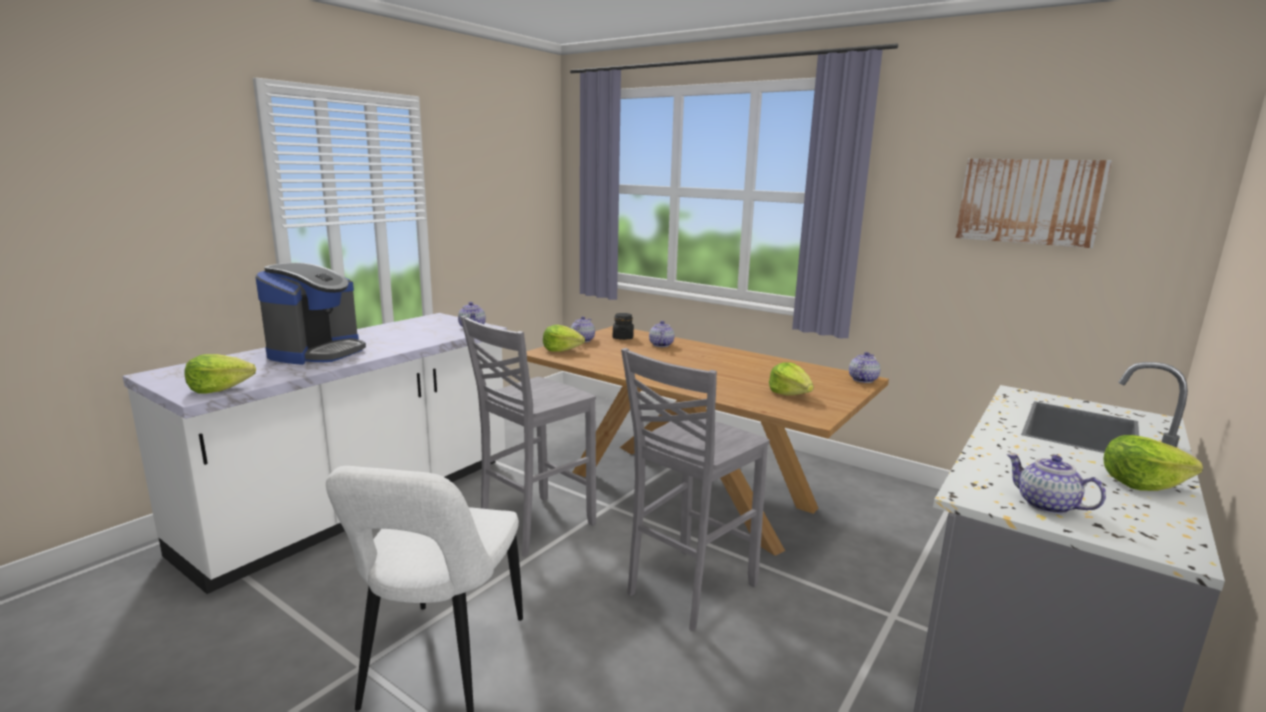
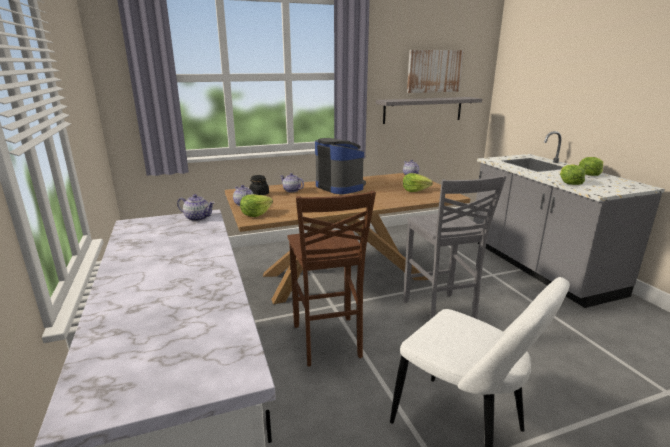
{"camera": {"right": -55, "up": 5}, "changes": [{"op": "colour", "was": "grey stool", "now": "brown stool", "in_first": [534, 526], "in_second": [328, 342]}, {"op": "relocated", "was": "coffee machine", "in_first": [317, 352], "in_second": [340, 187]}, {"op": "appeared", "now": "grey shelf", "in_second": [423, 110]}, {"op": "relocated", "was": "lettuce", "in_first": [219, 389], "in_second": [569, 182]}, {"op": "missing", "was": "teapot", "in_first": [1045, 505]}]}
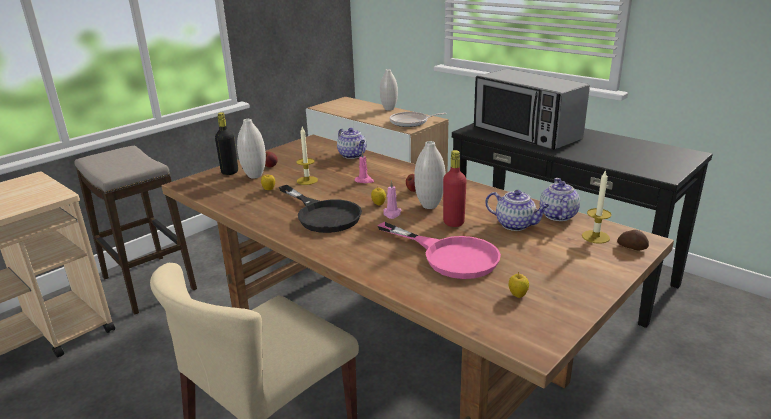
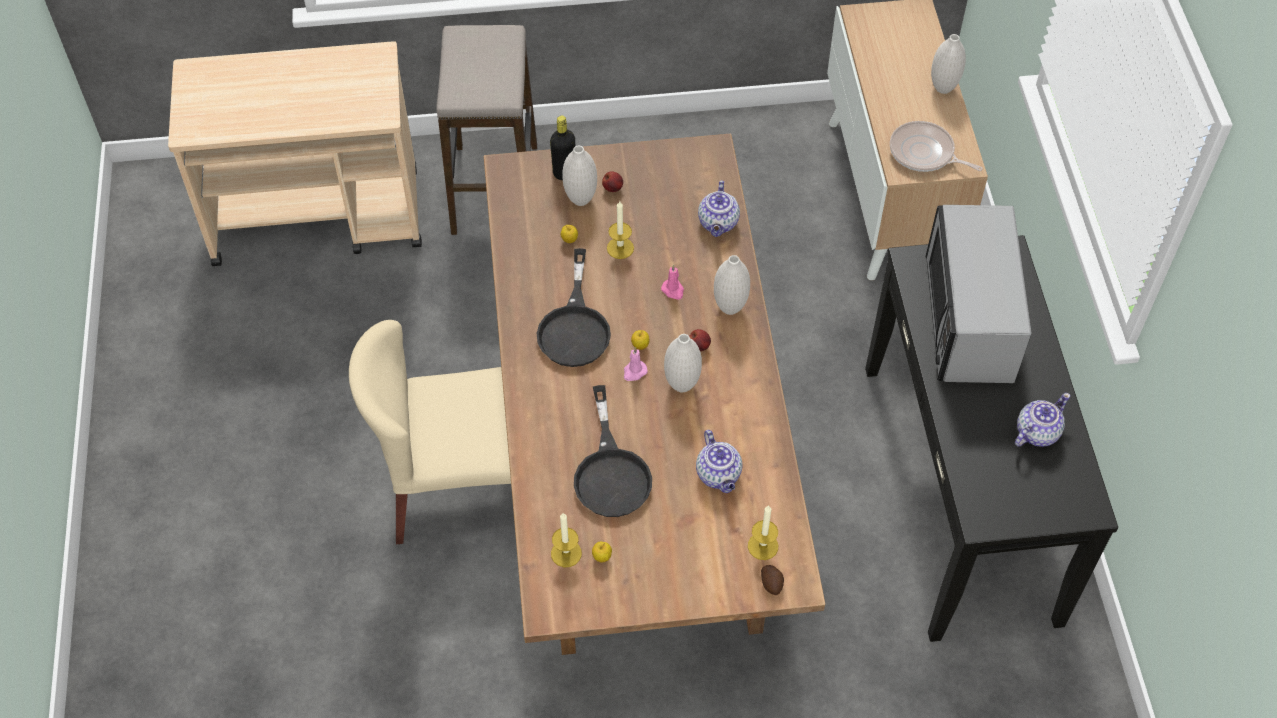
{"camera": {"right": 40, "up": 30}, "changes": [{"op": "appeared", "now": "candle", "in_second": [566, 553]}, {"op": "colour", "was": "pink frying pan", "now": "black frying pan", "in_first": [450, 255], "in_second": [611, 472]}, {"op": "appeared", "now": "white vase", "in_second": [730, 308]}, {"op": "relocated", "was": "teapot", "in_first": [557, 215], "in_second": [1036, 432]}, {"op": "missing", "was": "red bottle", "in_first": [453, 222]}]}
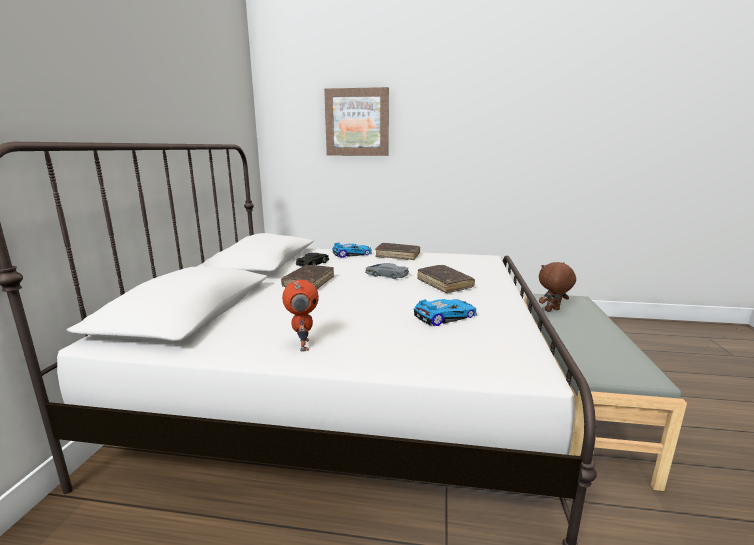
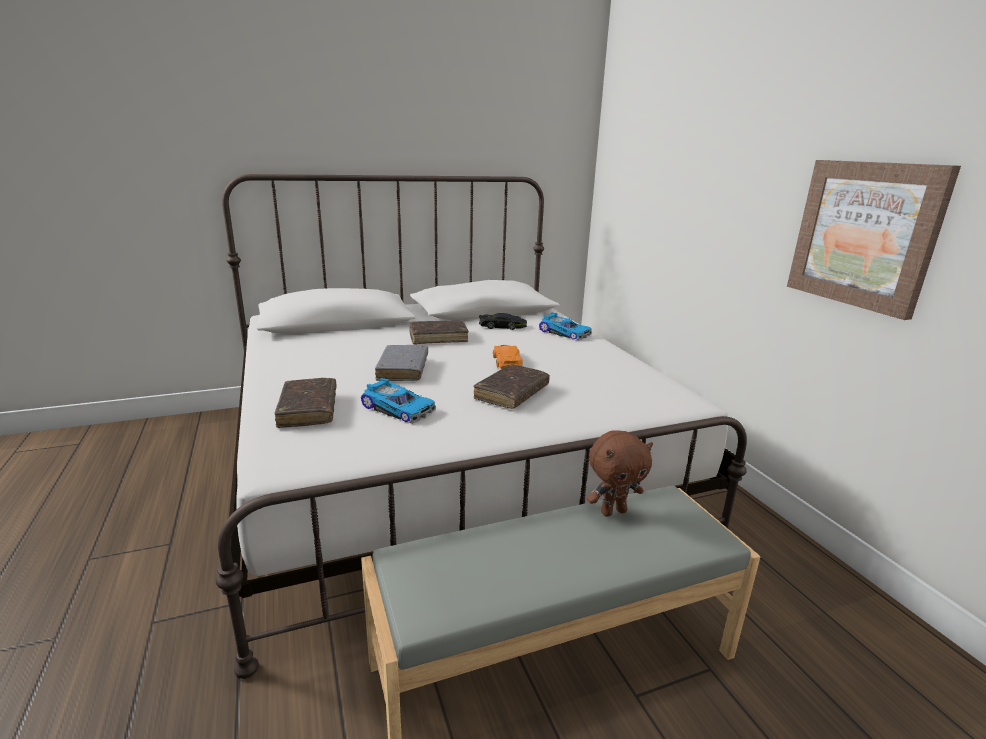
{"camera": {"right": 60, "up": 5}, "changes": [{"op": "relocated", "was": "brown book", "in_first": [397, 256], "in_second": [308, 410]}, {"op": "appeared", "now": "grey book", "in_second": [403, 370]}, {"op": "colour", "was": "grey toy car", "now": "orange toy car", "in_first": [386, 275], "in_second": [507, 361]}, {"op": "spun", "was": "brown plush toy", "in_first": [552, 310], "in_second": [613, 511], "clockwise": 120}, {"op": "relocated", "was": "picture", "in_first": [357, 122], "in_second": [864, 235]}, {"op": "missing", "was": "toy robot", "in_first": [302, 345]}]}
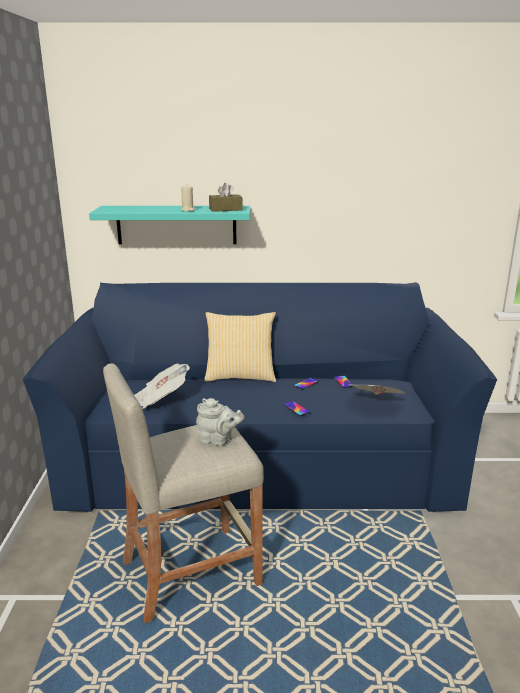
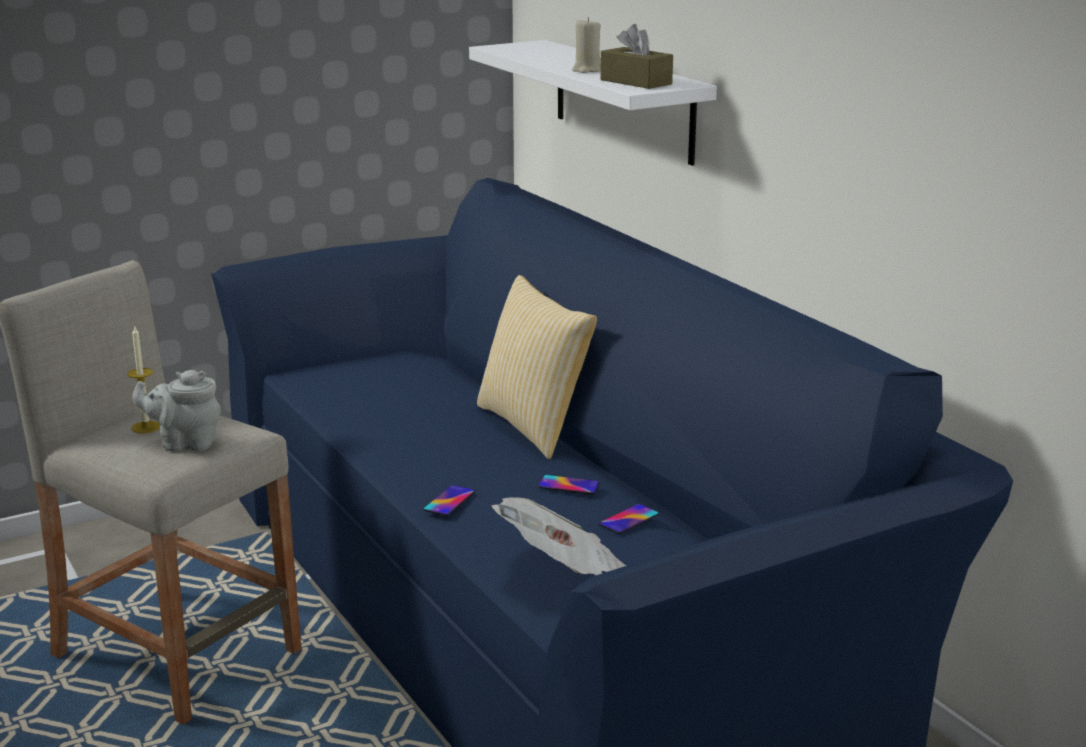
{"camera": {"right": 60, "up": 0}, "changes": [{"op": "appeared", "now": "candle", "in_second": [146, 427]}, {"op": "spun", "was": "grey teapot", "in_first": [218, 440], "in_second": [185, 443], "clockwise": 105}, {"op": "colour", "was": "turquoise shelf", "now": "white shelf", "in_first": [176, 225], "in_second": [623, 100]}, {"op": "missing", "was": "newspaper", "in_first": [160, 399]}]}
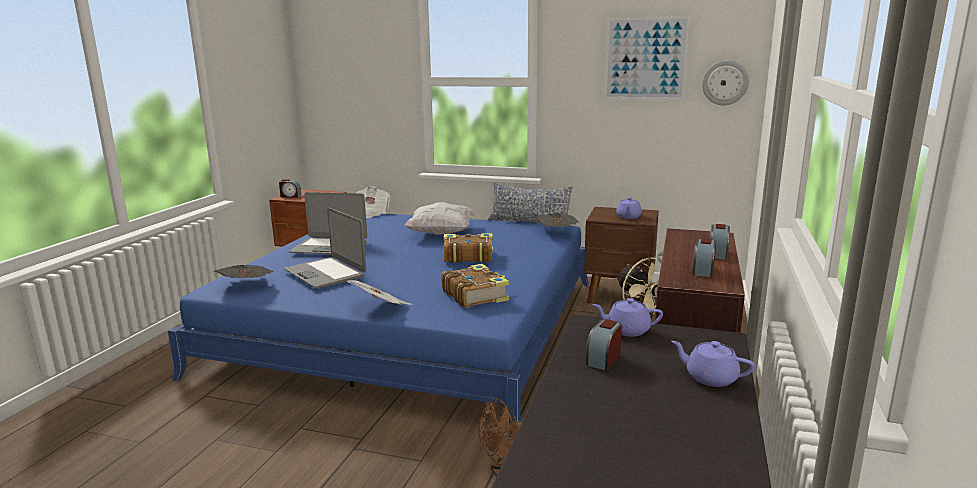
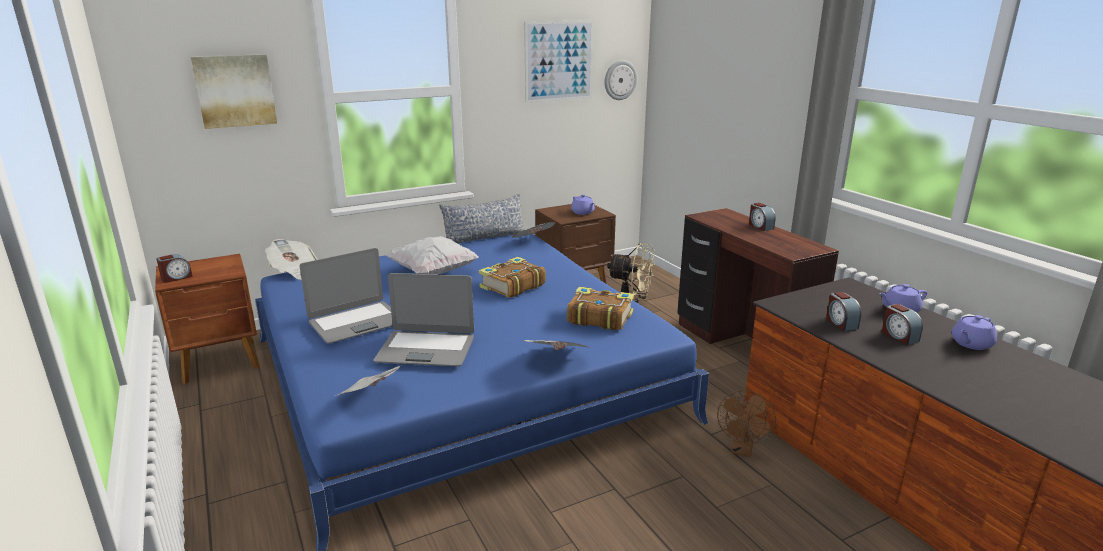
{"camera": {"right": -45, "up": 5}, "changes": [{"op": "appeared", "now": "picture", "in_second": [235, 91]}, {"op": "relocated", "was": "alarm clock", "in_first": [703, 270], "in_second": [899, 336]}, {"op": "relocated", "was": "purple teapot", "in_first": [627, 330], "in_second": [971, 344]}]}
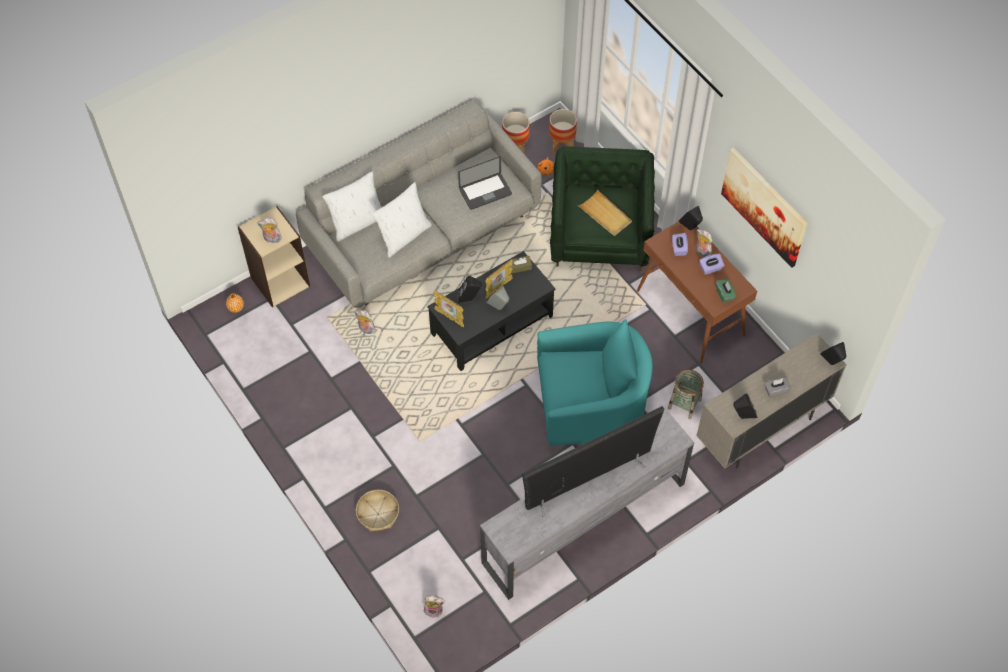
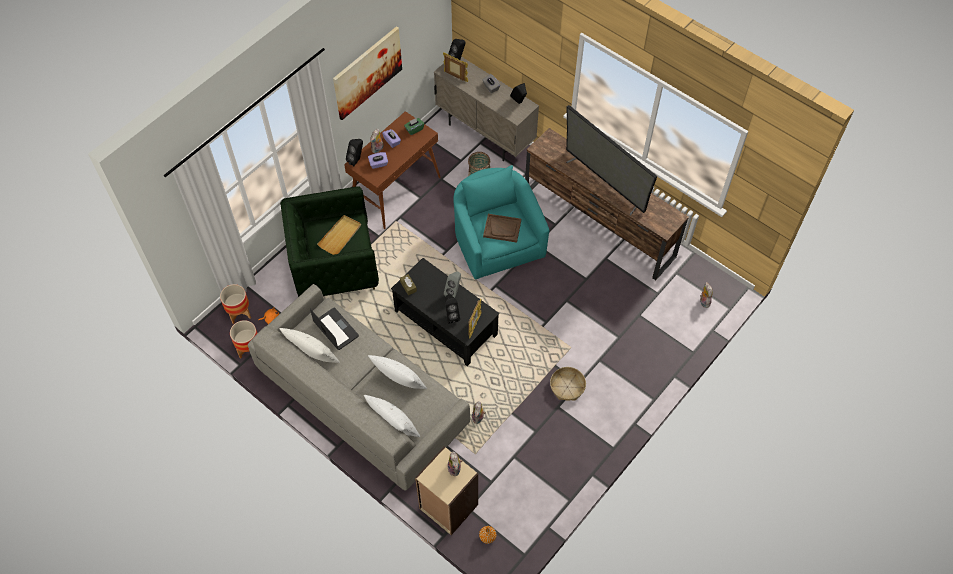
{"camera": {"right": -105, "up": 0}, "changes": [{"op": "appeared", "now": "white pillow", "in_second": [313, 356]}, {"op": "relocated", "was": "picture frame", "in_first": [498, 288], "in_second": [455, 77]}, {"op": "appeared", "now": "brown tray", "in_second": [502, 228]}, {"op": "colour", "was": "grey tv stand", "now": "brown tv stand", "in_first": [583, 523], "in_second": [599, 224]}, {"op": "relocated", "was": "basket", "in_first": [378, 514], "in_second": [567, 387]}]}
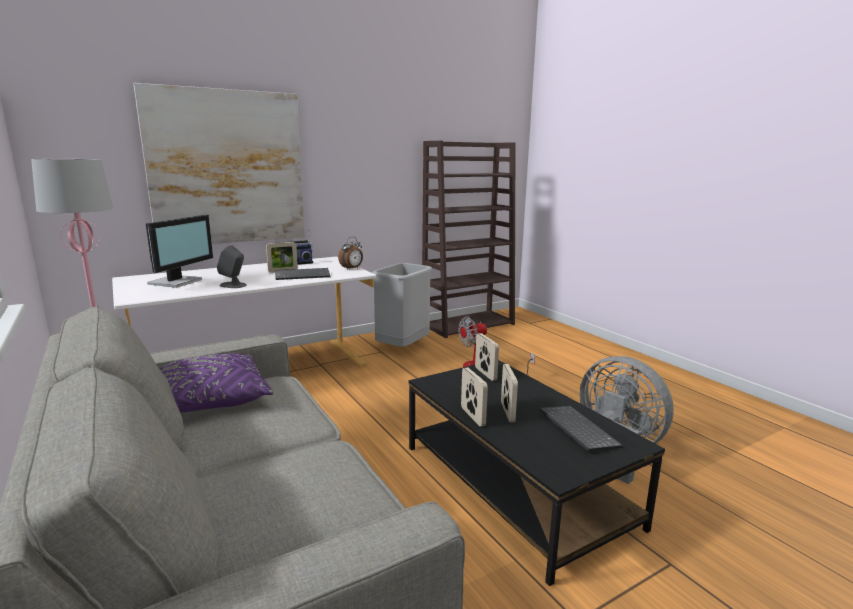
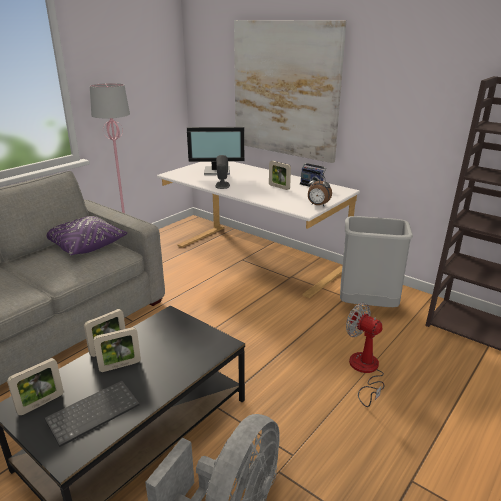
{"camera": {"right": 70, "up": 10}, "changes": [{"op": "relocated", "was": "picture frame", "in_first": [485, 374], "in_second": [41, 403]}, {"op": "missing", "was": "keyboard", "in_first": [303, 275]}]}
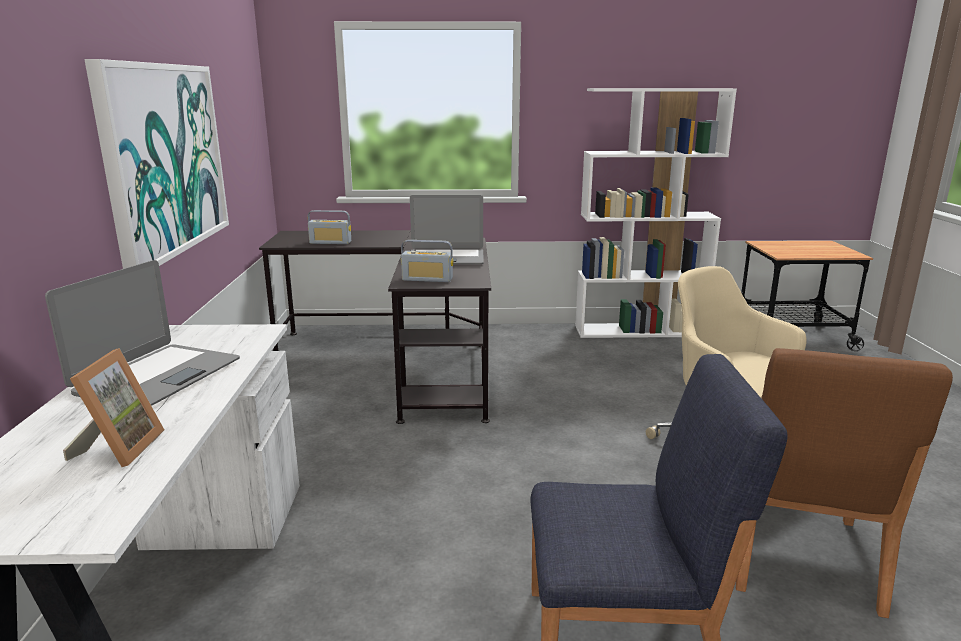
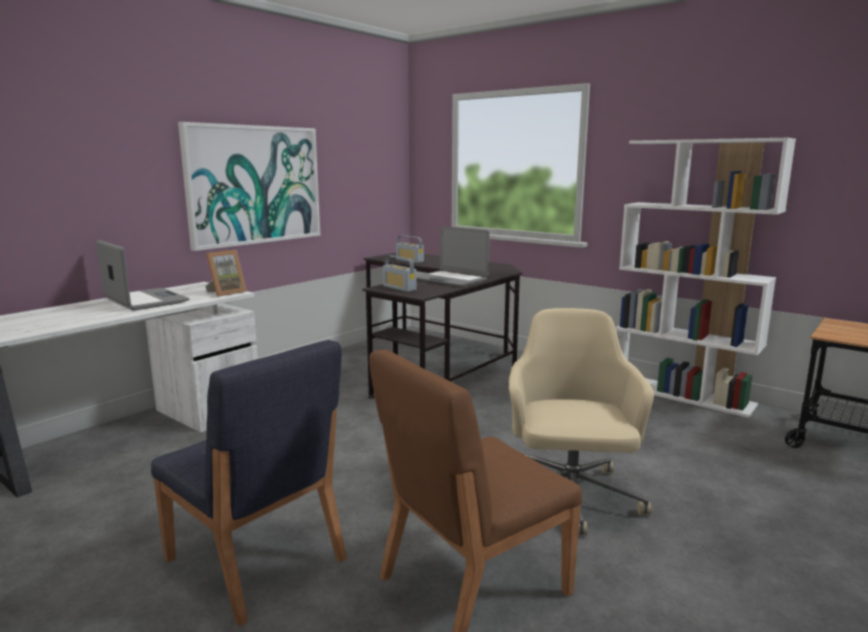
{"camera": {"right": 40, "up": -5}, "changes": [{"op": "spun", "was": "laptop", "in_first": [157, 377], "in_second": [145, 300], "clockwise": -105}, {"op": "relocated", "was": "picture frame", "in_first": [119, 448], "in_second": [226, 292]}]}
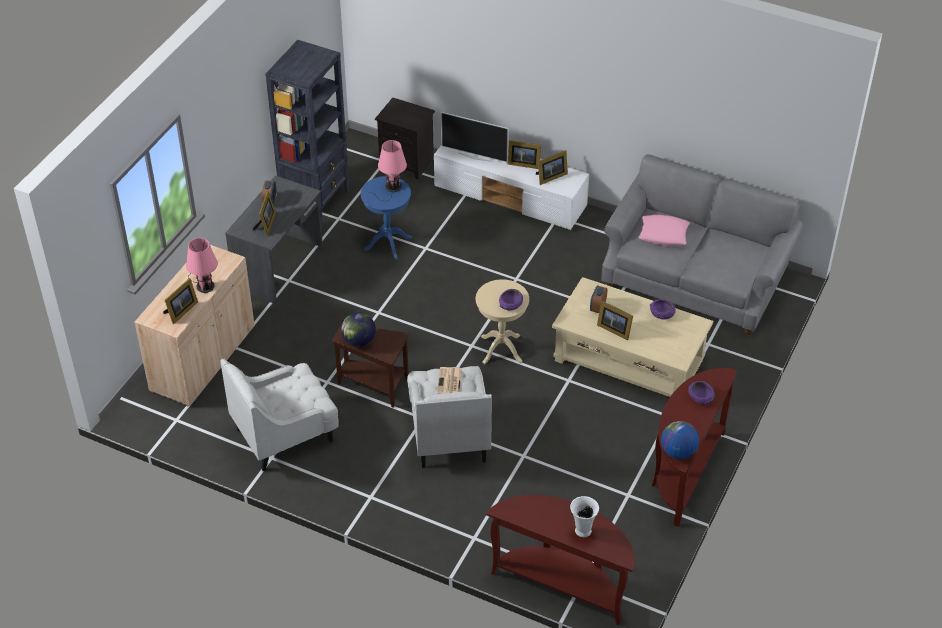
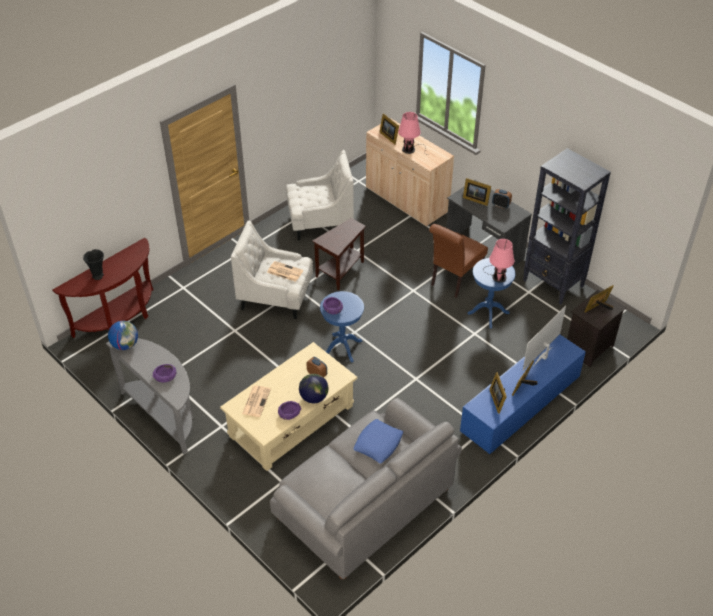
{"camera": {"right": 110, "up": 0}, "changes": [{"op": "colour", "was": "white vase", "now": "black vase", "in_first": [582, 531], "in_second": [98, 275]}, {"op": "colour", "was": "brown console table", "now": "grey console table", "in_first": [684, 472], "in_second": [164, 414]}, {"op": "appeared", "now": "newspaper", "in_second": [256, 401]}, {"op": "spun", "was": "white armchair", "in_first": [285, 434], "in_second": [320, 223], "clockwise": 90}, {"op": "relocated", "was": "globe", "in_first": [359, 341], "in_second": [314, 397]}, {"op": "colour", "was": "beige side table", "now": "blue side table", "in_first": [501, 349], "in_second": [342, 347]}, {"op": "colour", "was": "pink pillow", "now": "blue pillow", "in_first": [663, 234], "in_second": [378, 444]}, {"op": "appeared", "now": "brown chair", "in_second": [454, 280]}, {"op": "colour", "was": "white tv stand", "now": "blue tv stand", "in_first": [511, 197], "in_second": [520, 405]}, {"op": "relocated", "was": "picture frame", "in_first": [613, 329], "in_second": [598, 308]}]}
